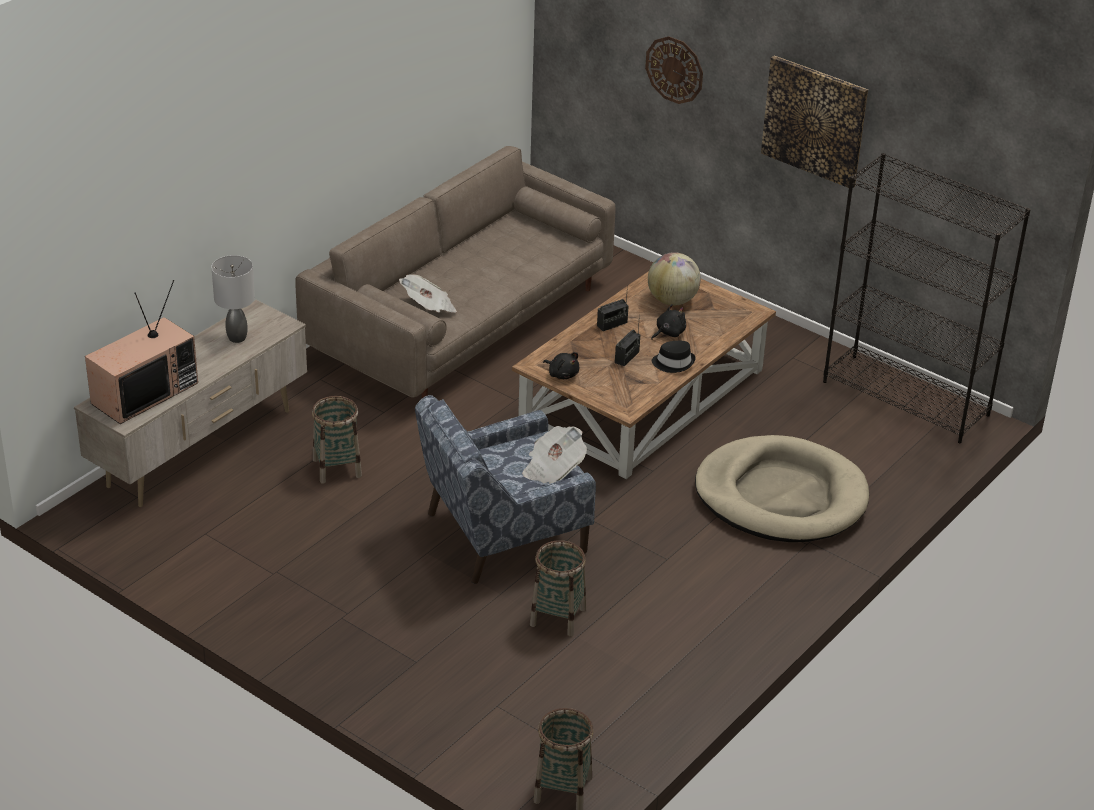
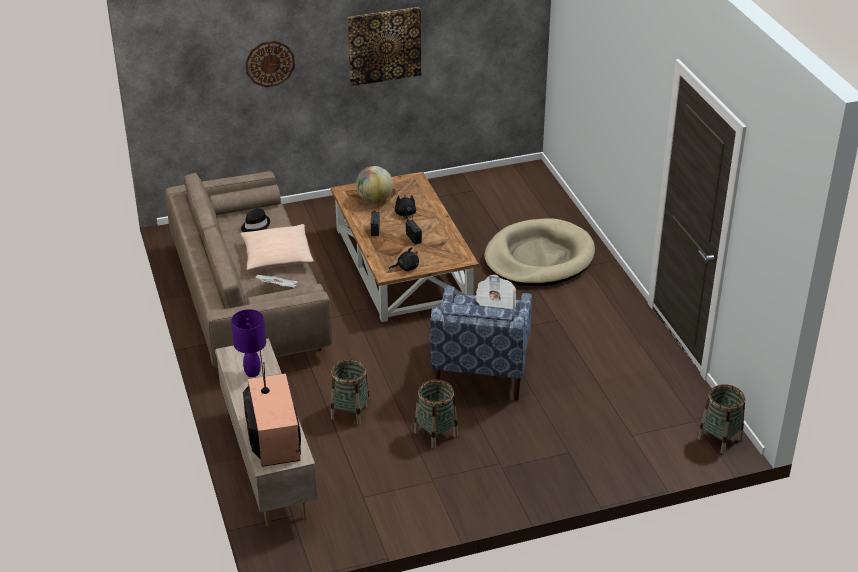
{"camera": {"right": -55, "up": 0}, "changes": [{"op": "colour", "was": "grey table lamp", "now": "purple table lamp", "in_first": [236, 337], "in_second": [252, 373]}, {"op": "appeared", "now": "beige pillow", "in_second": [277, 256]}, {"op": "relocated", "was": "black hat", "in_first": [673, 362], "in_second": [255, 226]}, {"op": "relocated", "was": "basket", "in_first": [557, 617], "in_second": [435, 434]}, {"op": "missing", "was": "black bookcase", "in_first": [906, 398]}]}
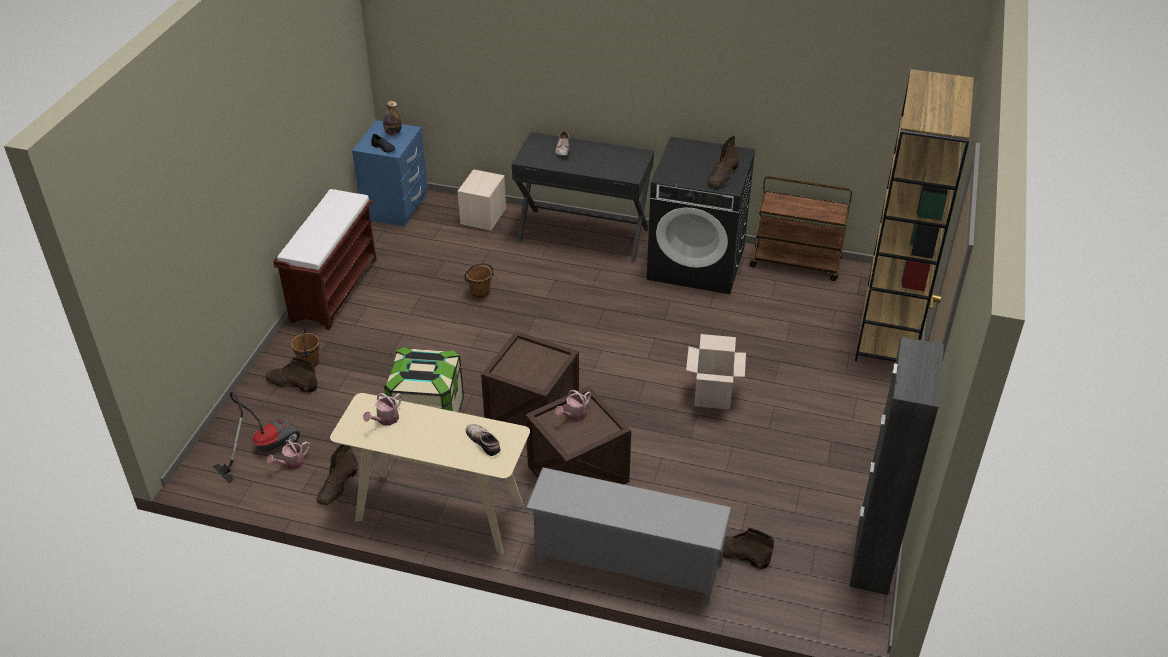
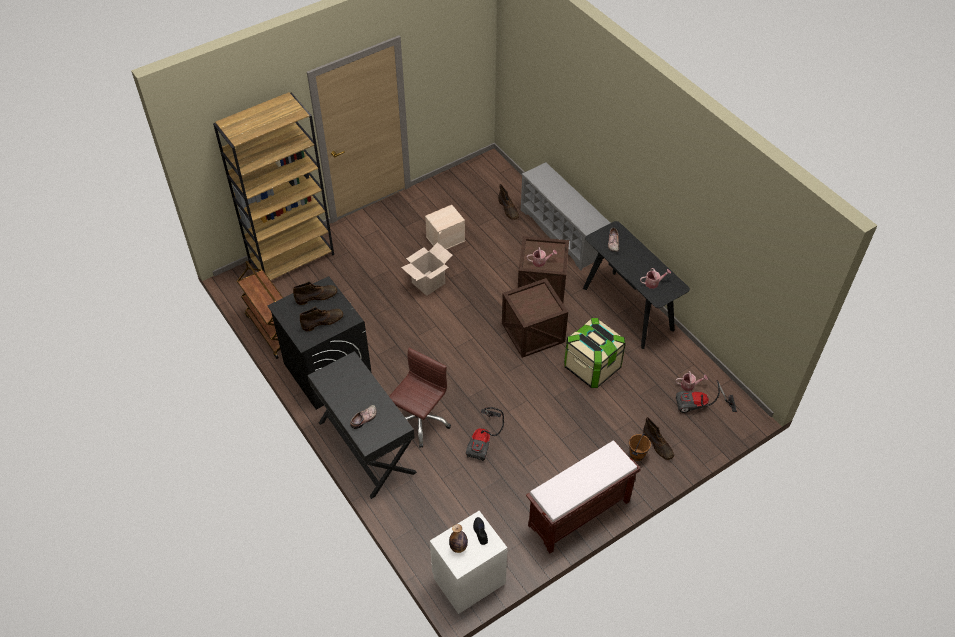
{"camera": {"right": -140, "up": 10}, "changes": [{"op": "relocated", "was": "brown boot", "in_first": [338, 486], "in_second": [323, 321]}, {"op": "appeared", "now": "brown office chair", "in_second": [419, 421]}, {"op": "relocated", "was": "beige storage box", "in_first": [483, 216], "in_second": [445, 238]}, {"op": "colour", "was": "blue nightstand", "now": "white nightstand", "in_first": [396, 207], "in_second": [468, 579]}, {"op": "exchanged", "was": "brown bucket", "now": "vacuum cleaner", "in_first": [480, 293], "in_second": [484, 441]}, {"op": "colour", "was": "beige console table", "now": "black console table", "in_first": [439, 512], "in_second": [628, 308]}, {"op": "missing", "was": "black cabinet", "in_first": [872, 558]}]}
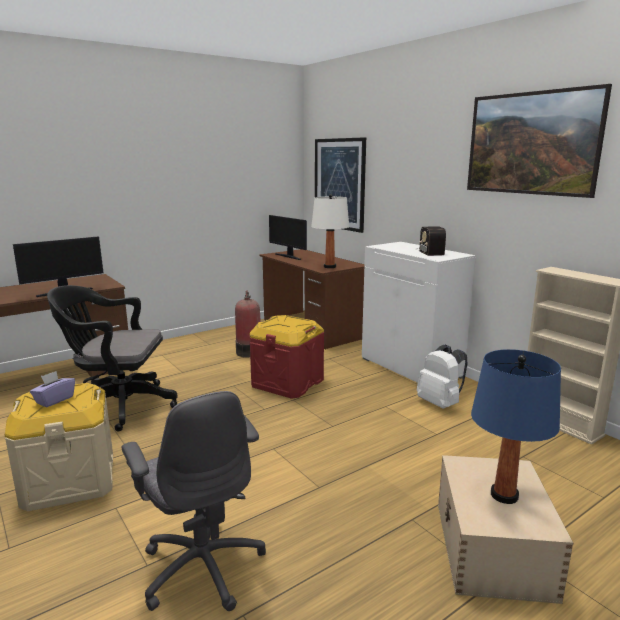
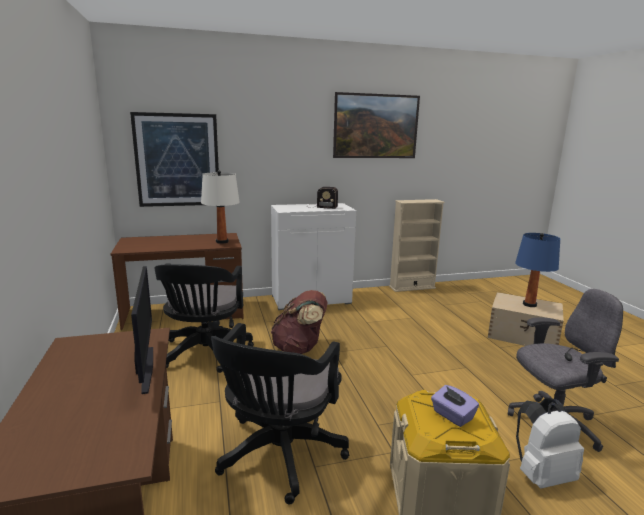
{"camera": {"right": -70, "up": 0}, "changes": [{"op": "exchanged", "was": "fire extinguisher", "now": "black office chair", "in_first": [249, 351], "in_second": [204, 353]}, {"op": "exchanged", "was": "red storage box", "now": "brown backpack", "in_first": [287, 383], "in_second": [300, 348]}, {"op": "relocated", "was": "white backpack", "in_first": [440, 404], "in_second": [541, 475]}, {"op": "missing", "was": "monitor", "in_first": [288, 256]}]}
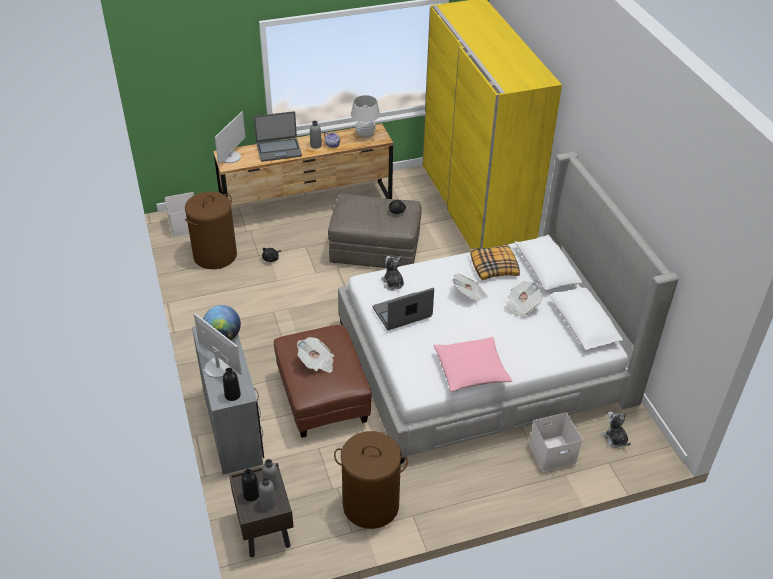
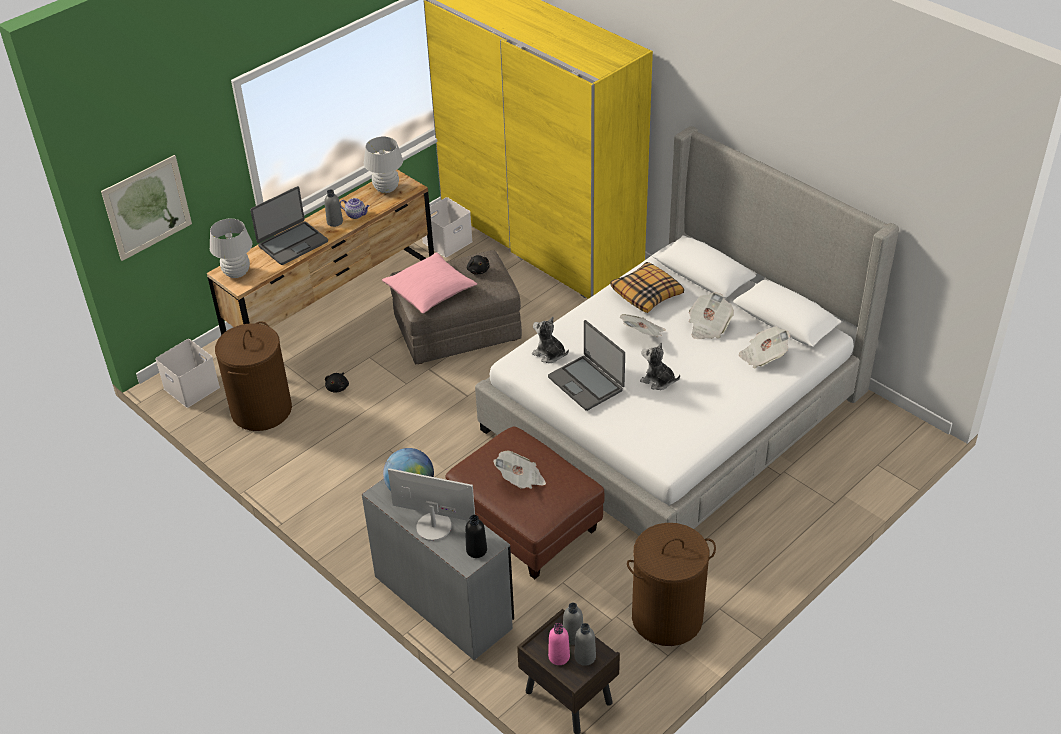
{"camera": {"right": -25, "up": 0}, "changes": [{"op": "appeared", "now": "picture", "in_second": [147, 207]}, {"op": "exchanged", "was": "monitor", "now": "white table lamp", "in_first": [230, 157], "in_second": [236, 273]}, {"op": "relocated", "was": "pink pillow", "in_first": [471, 370], "in_second": [430, 291]}, {"op": "relocated", "was": "white storage box", "in_first": [552, 454], "in_second": [447, 242]}, {"op": "spun", "was": "laptop", "in_first": [402, 313], "in_second": [586, 383], "clockwise": -75}, {"op": "colour", "was": "black bottle", "now": "pink bottle", "in_first": [251, 494], "in_second": [559, 656]}, {"op": "relocated", "was": "plush toy", "in_first": [614, 439], "in_second": [658, 381]}, {"op": "appeared", "now": "newspaper", "in_second": [763, 356]}]}
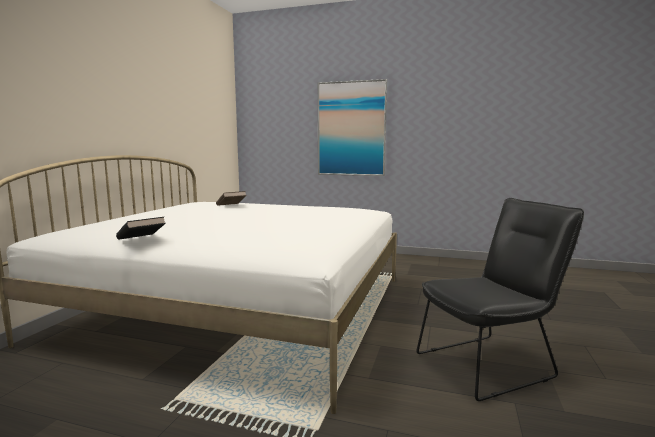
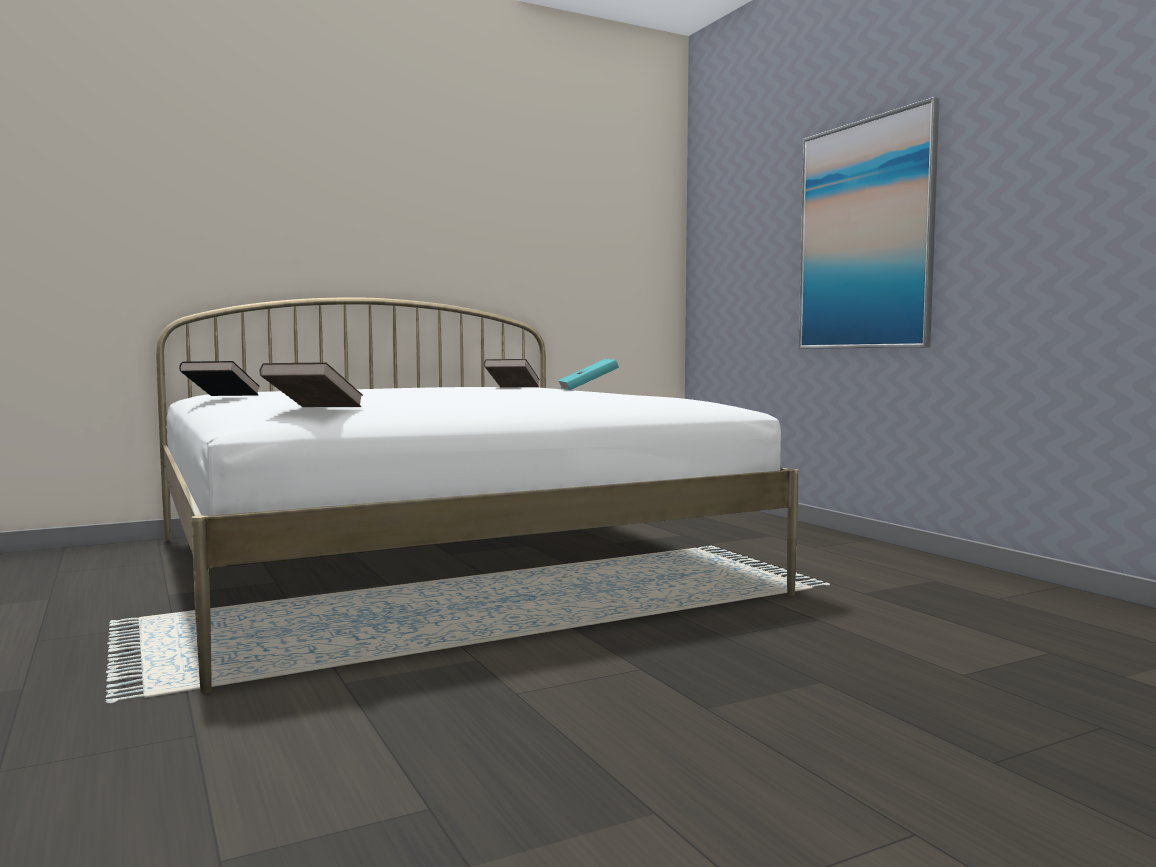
{"camera": {"right": 45, "up": -5}, "changes": [{"op": "appeared", "now": "brown book", "in_second": [313, 409]}, {"op": "appeared", "now": "turquoise book", "in_second": [588, 389]}, {"op": "missing", "was": "black chair", "in_first": [491, 363]}]}
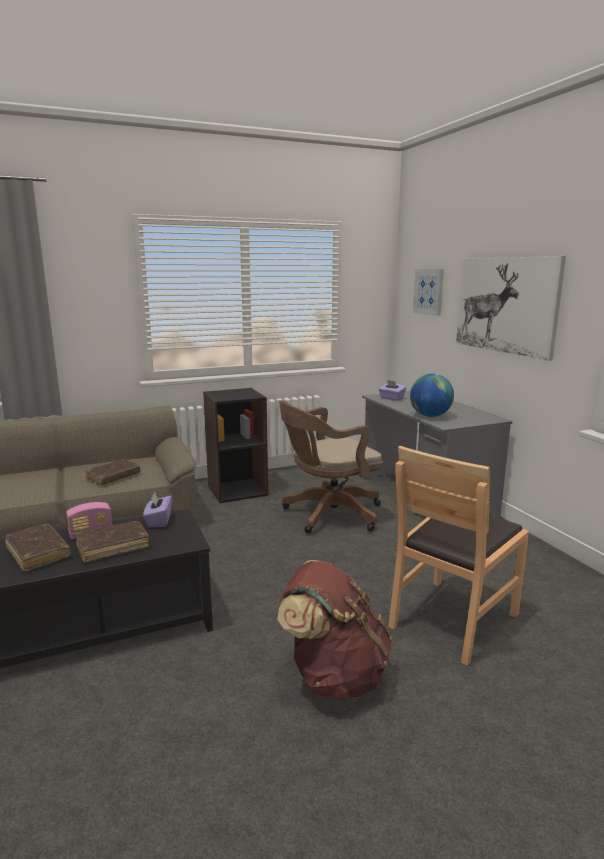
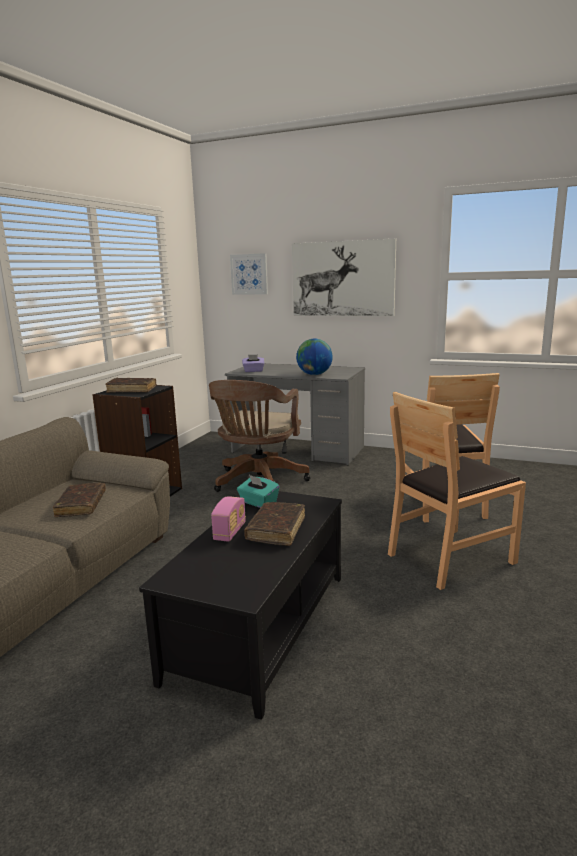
{"camera": {"right": -45, "up": 0}, "changes": [{"op": "relocated", "was": "brown book", "in_first": [38, 553], "in_second": [132, 390]}, {"op": "colour", "was": "purple tissue box", "now": "turquoise tissue box", "in_first": [158, 521], "in_second": [258, 503]}, {"op": "exchanged", "was": "brown backpack", "now": "brown chair", "in_first": [334, 675], "in_second": [450, 557]}]}
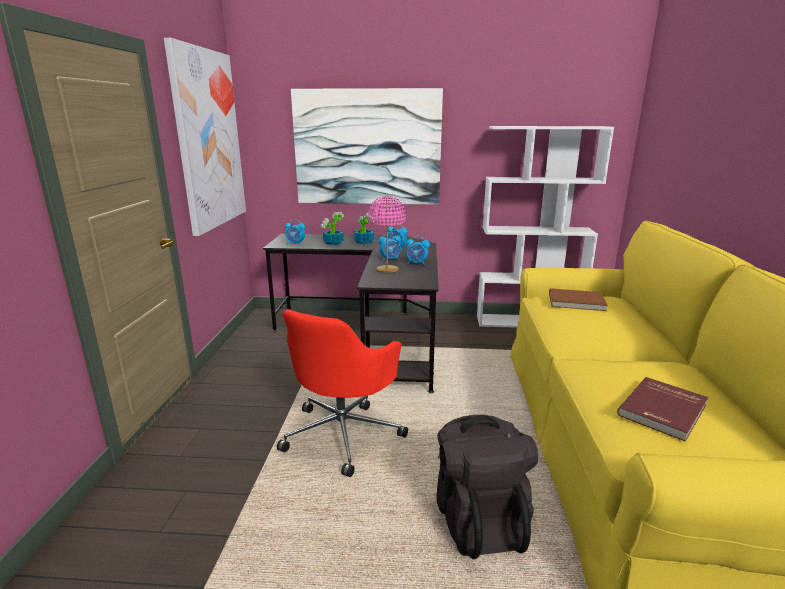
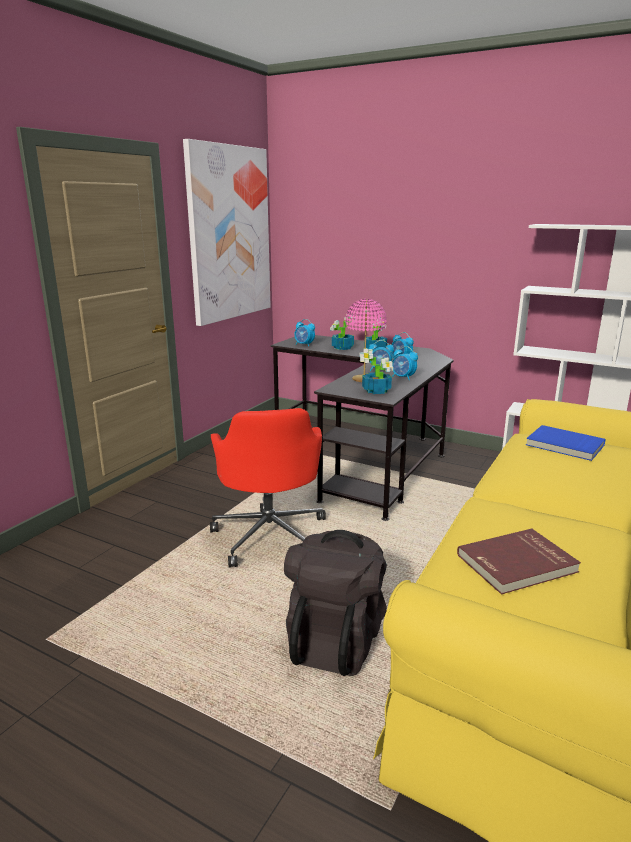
{"camera": {"right": 25, "up": 0}, "changes": [{"op": "spun", "was": "red office chair", "in_first": [343, 433], "in_second": [270, 535], "clockwise": -60}, {"op": "appeared", "now": "potted plant", "in_second": [377, 391]}, {"op": "colour", "was": "brown book", "now": "blue book", "in_first": [576, 302], "in_second": [564, 445]}, {"op": "missing", "was": "picture", "in_first": [367, 148]}]}
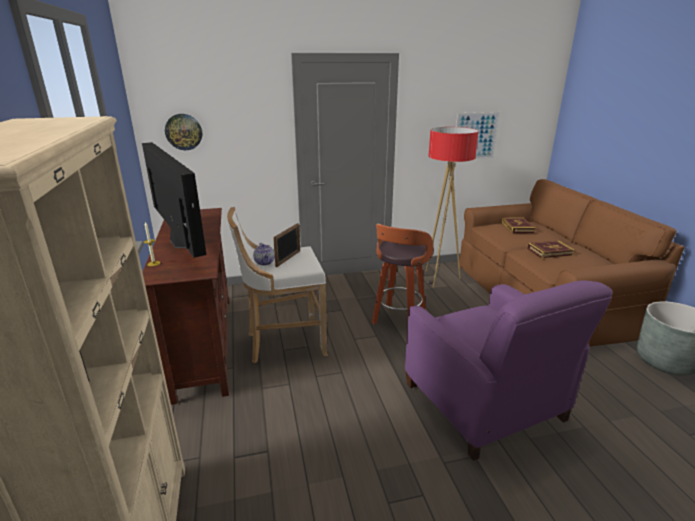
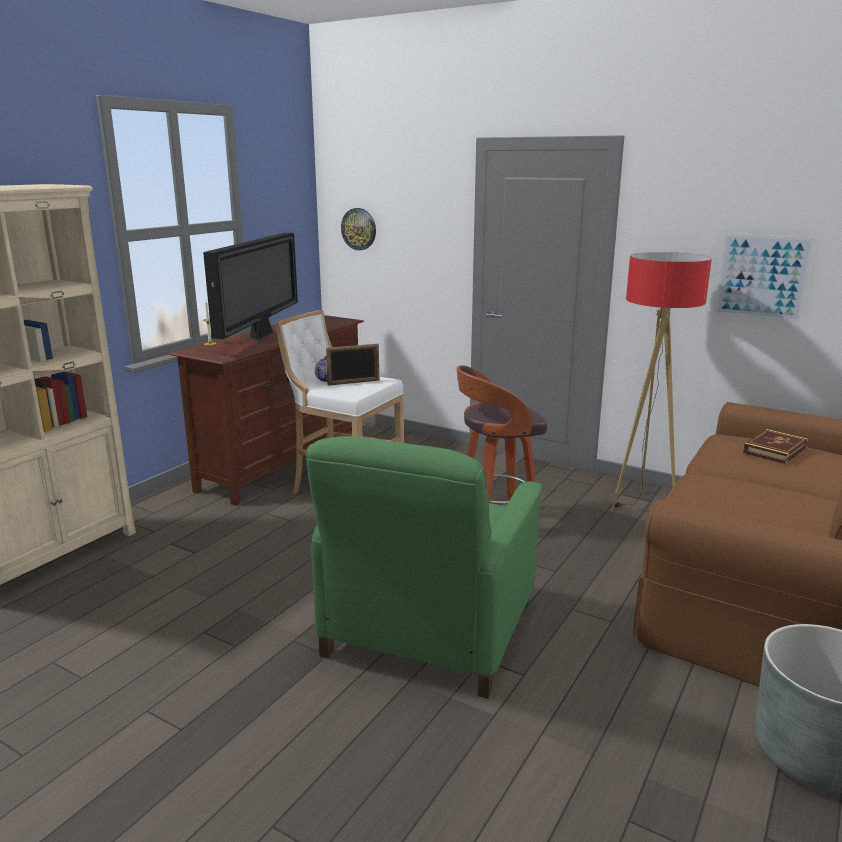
{"camera": {"right": 45, "up": -5}, "changes": [{"op": "colour", "was": "purple armchair", "now": "green armchair", "in_first": [484, 402], "in_second": [428, 629]}, {"op": "missing", "was": "book", "in_first": [549, 252]}]}
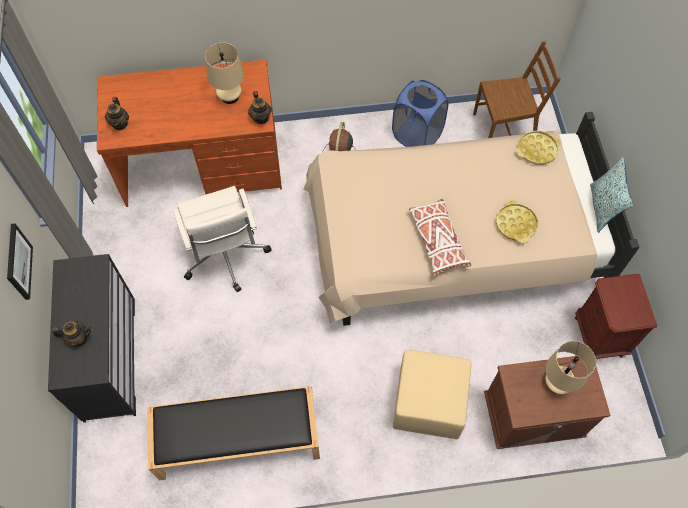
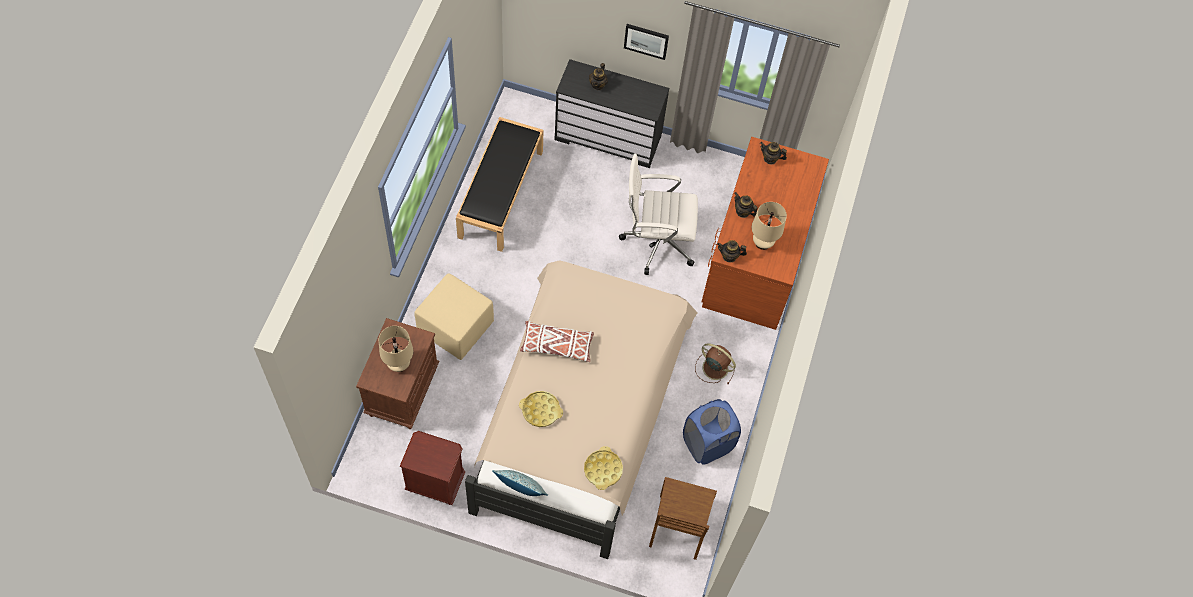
{"camera": {"right": 110, "up": 0}, "changes": [{"op": "appeared", "now": "teapot", "in_second": [743, 212]}]}
